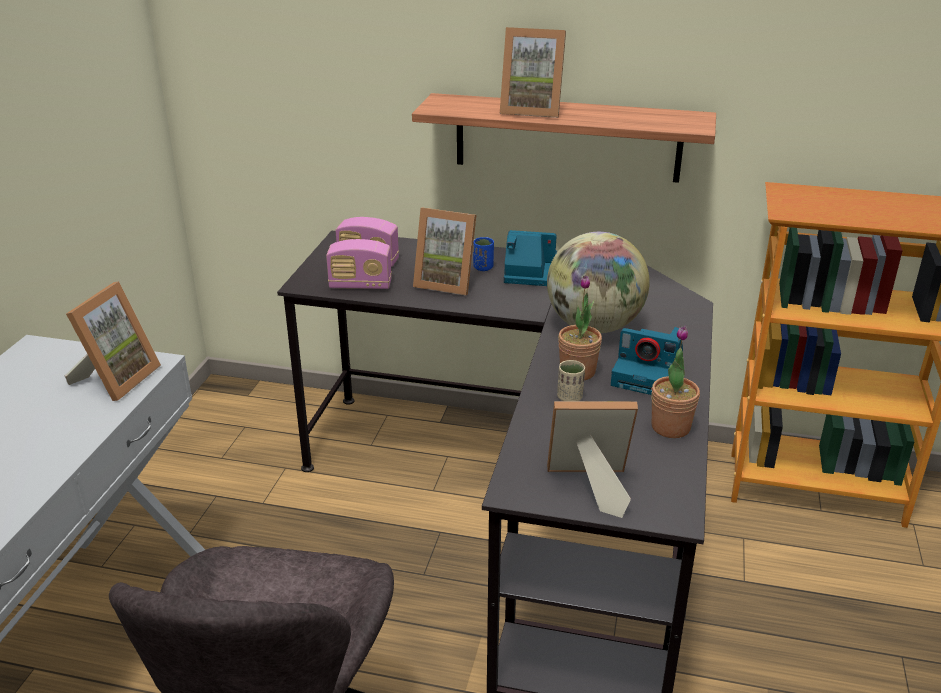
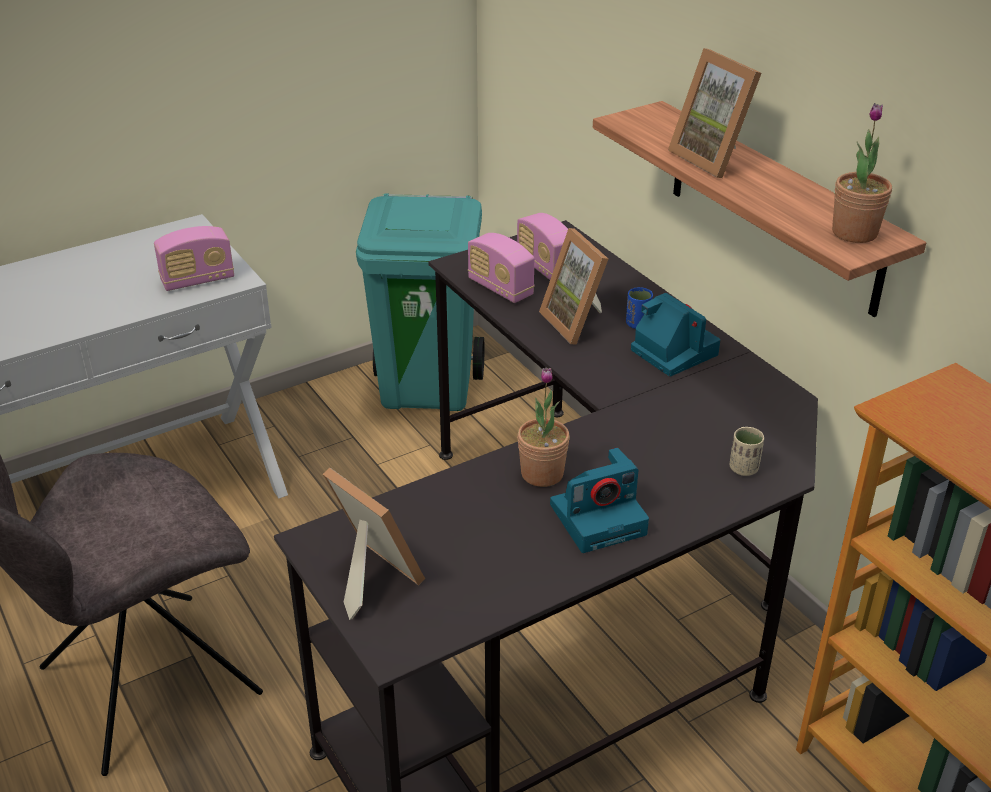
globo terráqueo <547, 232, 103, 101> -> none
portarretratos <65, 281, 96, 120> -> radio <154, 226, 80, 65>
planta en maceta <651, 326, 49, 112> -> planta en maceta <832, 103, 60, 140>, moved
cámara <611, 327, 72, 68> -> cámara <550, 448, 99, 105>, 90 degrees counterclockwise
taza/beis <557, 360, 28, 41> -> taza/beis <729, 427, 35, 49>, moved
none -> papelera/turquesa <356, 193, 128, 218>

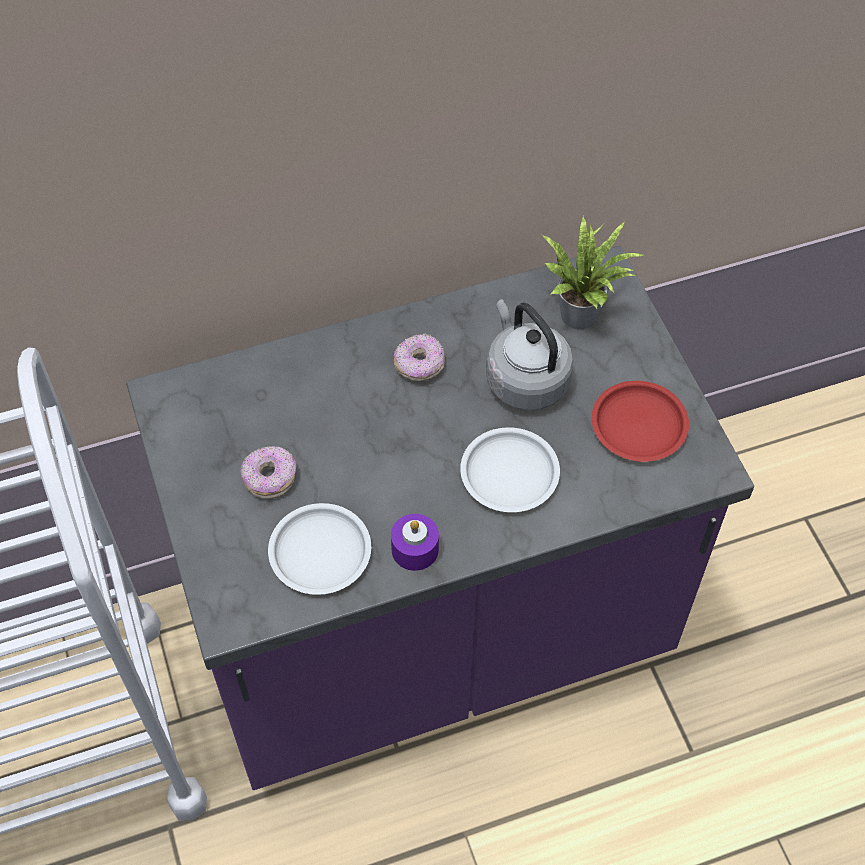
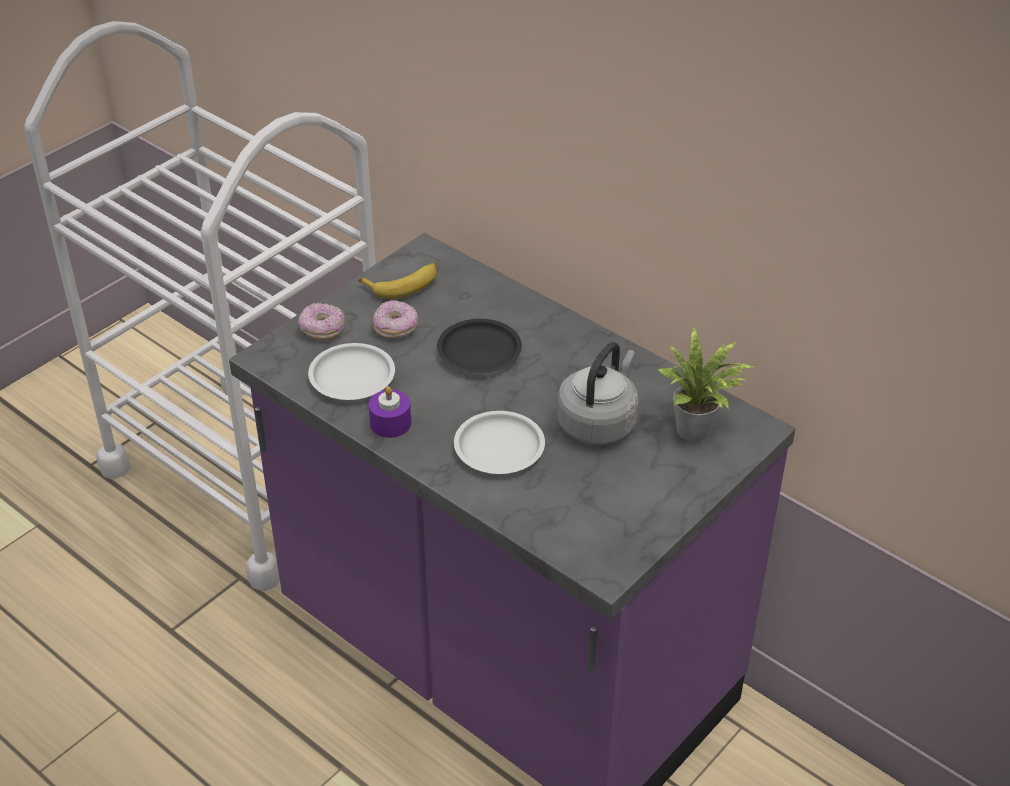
rosquilla <394, 334, 51, 47> -> rosquilla <298, 303, 47, 37>, moved
plato/rojo <591, 381, 98, 81> -> none
none -> plátano <359, 263, 78, 36>
none -> plato/negro <437, 319, 85, 54>

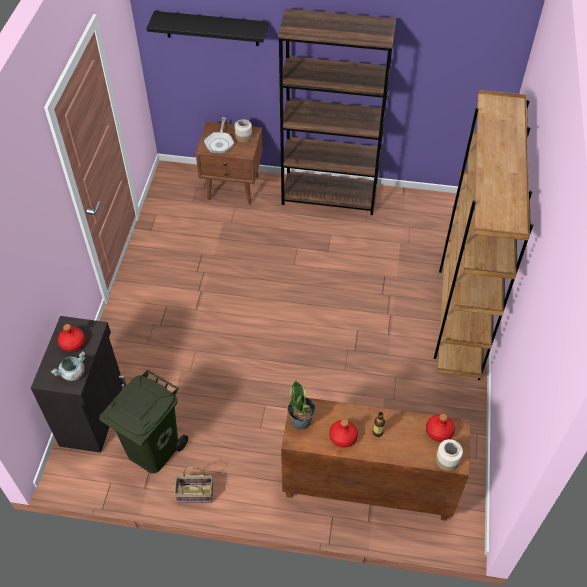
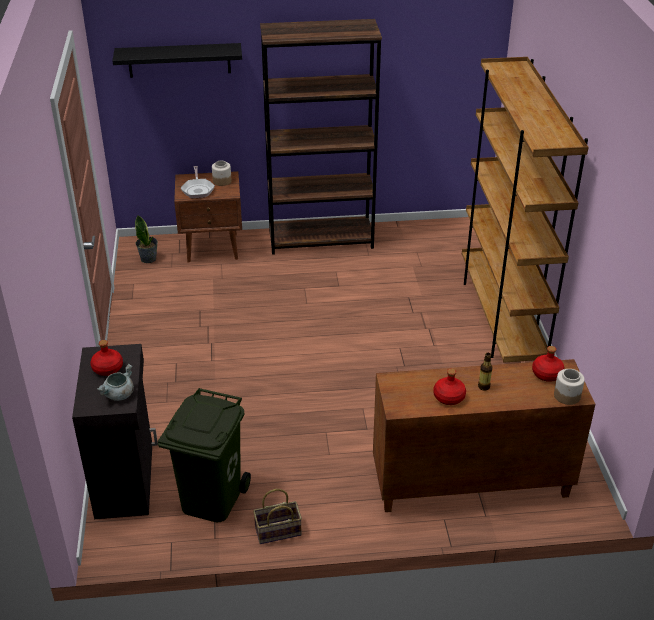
planta en maceta <287, 381, 29, 49> -> planta en maceta <135, 215, 23, 48>, moved

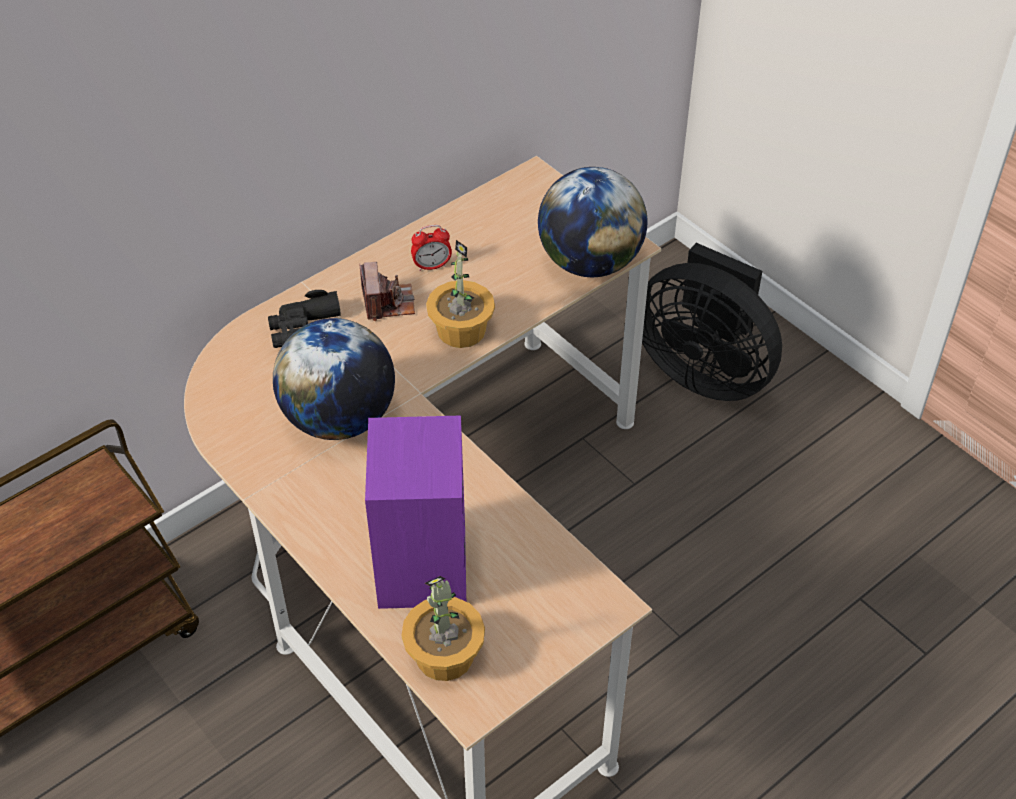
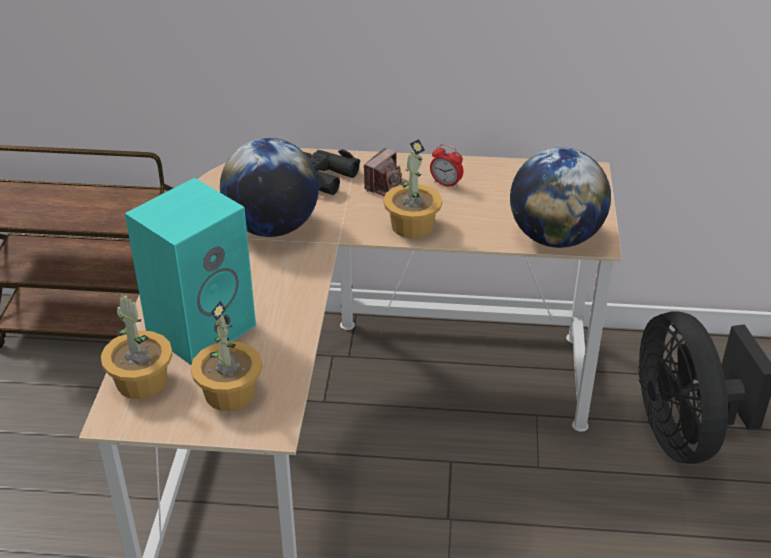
altavoz/morado <365, 415, 101, 194> -> altavoz/turquesa <125, 178, 131, 187>
none -> planta en maceta <191, 301, 72, 110>

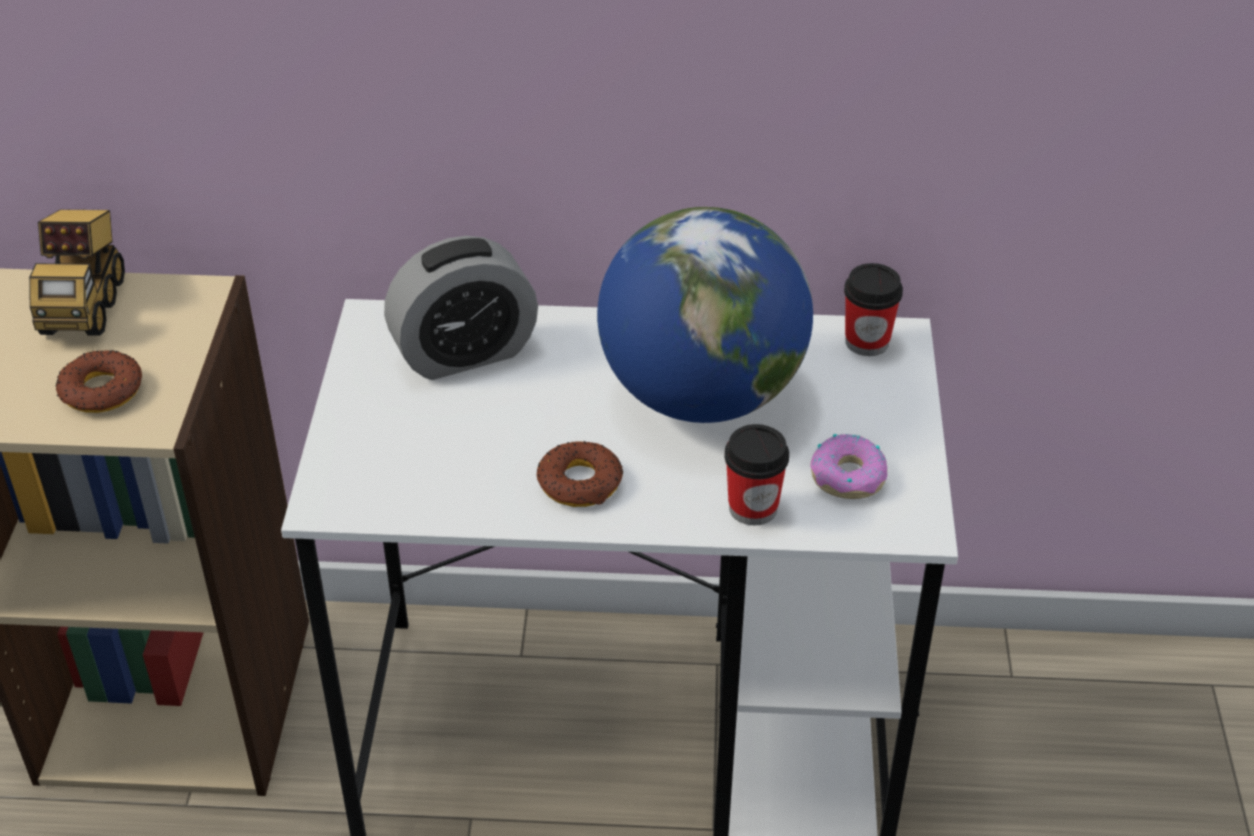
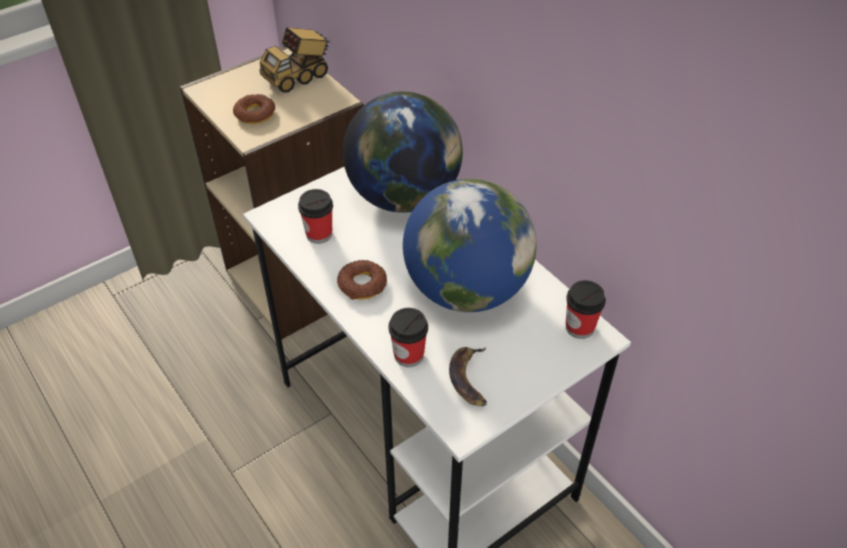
despertador <384, 236, 154, 144> -> globo terráqueo <343, 91, 120, 122>
rosquilla <810, 434, 77, 65> -> plátano <449, 347, 38, 59>
none -> taza <298, 189, 35, 55>

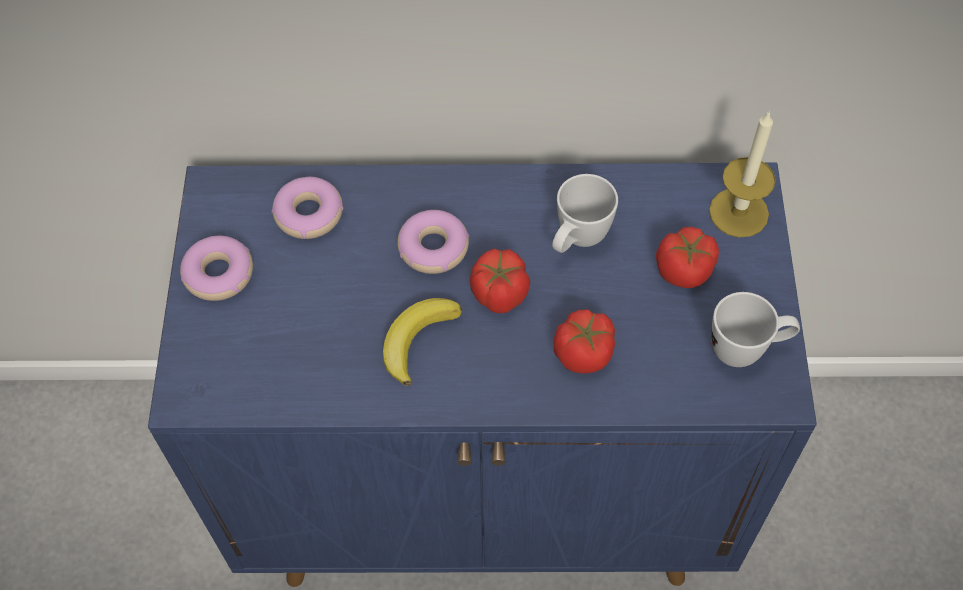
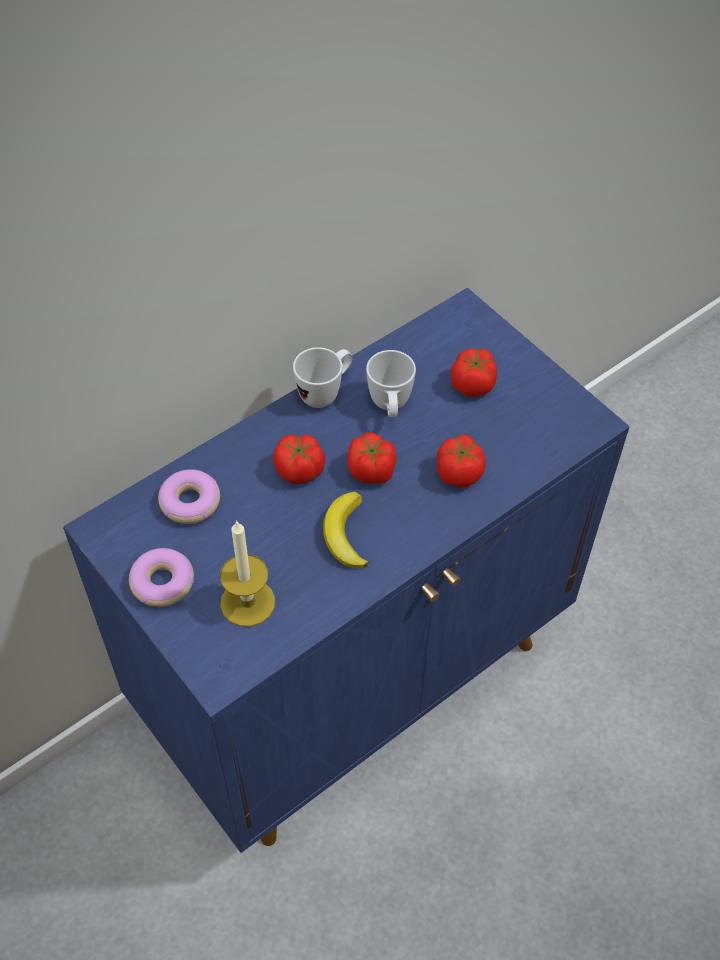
vela <709, 110, 67, 127> -> vela <220, 520, 55, 107>, moved
rosquilla <397, 210, 72, 64> -> tomate <273, 435, 52, 49>
taza grande/blanco <711, 292, 89, 75> -> taza grande/blanco <293, 347, 60, 61>, moved

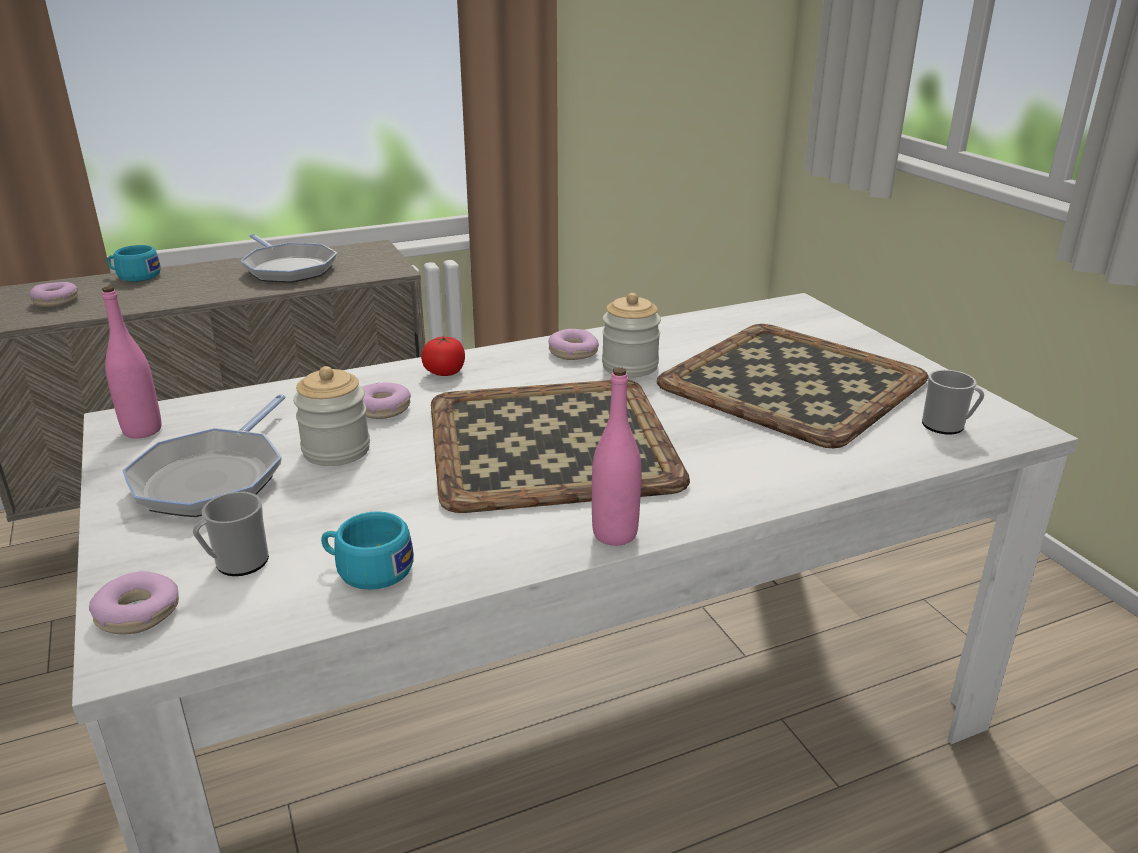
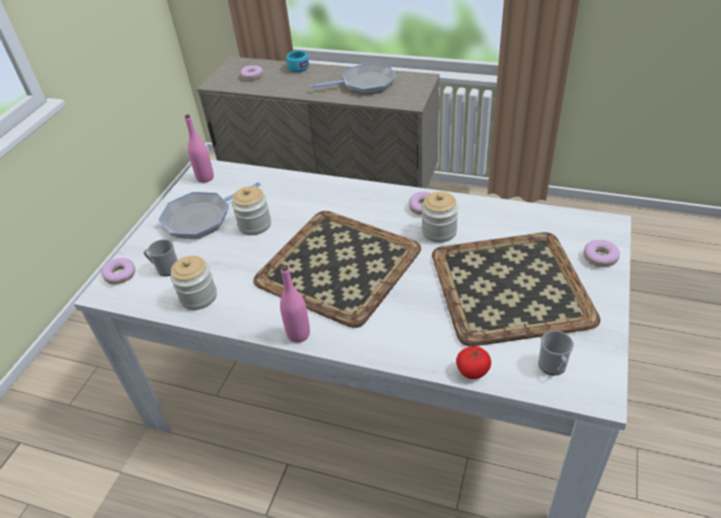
sartén <240, 234, 97, 49> -> sartén <311, 63, 85, 31>, 105 degrees counterclockwise
tomate <421, 336, 44, 40> -> tomate <456, 346, 35, 33>, moved
rosquilla <362, 383, 49, 36> -> rosquilla <583, 240, 37, 27>, moved
taza/turquesa <321, 511, 93, 79> -> tarro <170, 256, 47, 54>

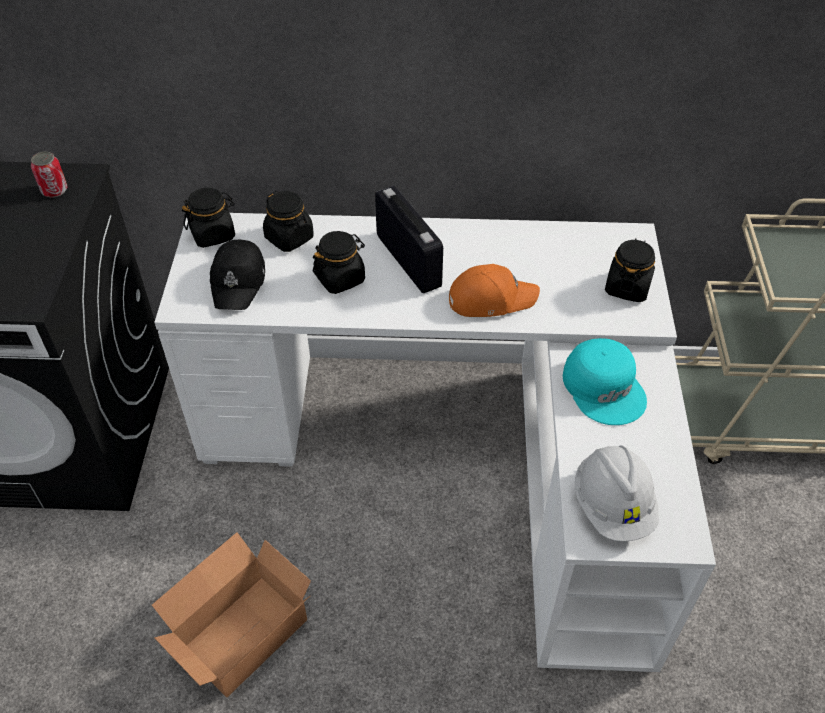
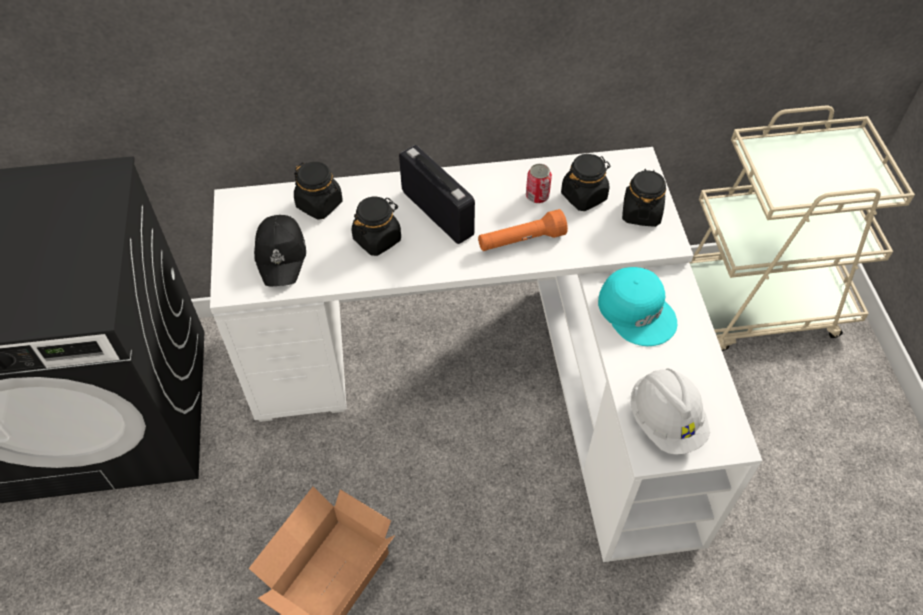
lata <31, 152, 36, 46> -> lata <526, 164, 26, 39>, moved
tarro/negro <182, 188, 53, 60> -> tarro/negro <561, 154, 49, 57>, moved
gorra/naranja <449, 264, 91, 53> -> linterna/naranja <478, 209, 90, 42>

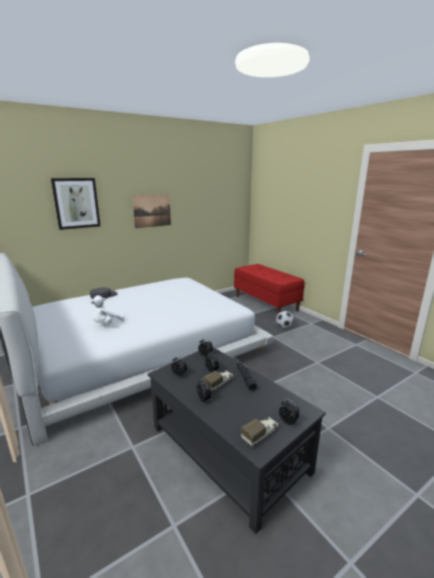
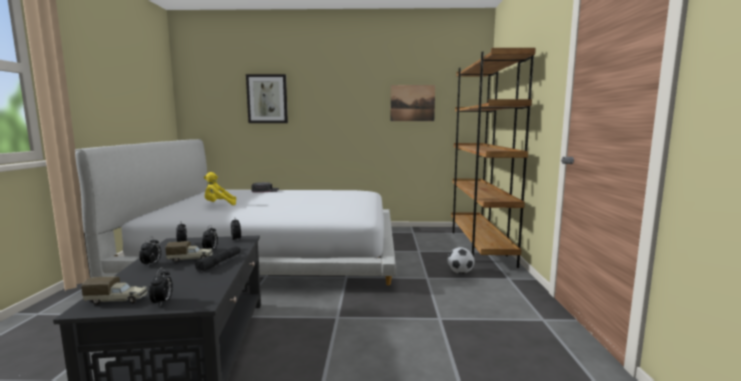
cuadro <132, 194, 39, 34> -> cuadro <390, 85, 45, 36>, moved
banco/rojo <234, 264, 70, 51> -> estantería/marrón <451, 48, 85, 220>
peluche/blanco <91, 295, 34, 29> -> peluche/amarillo <204, 172, 32, 33>

